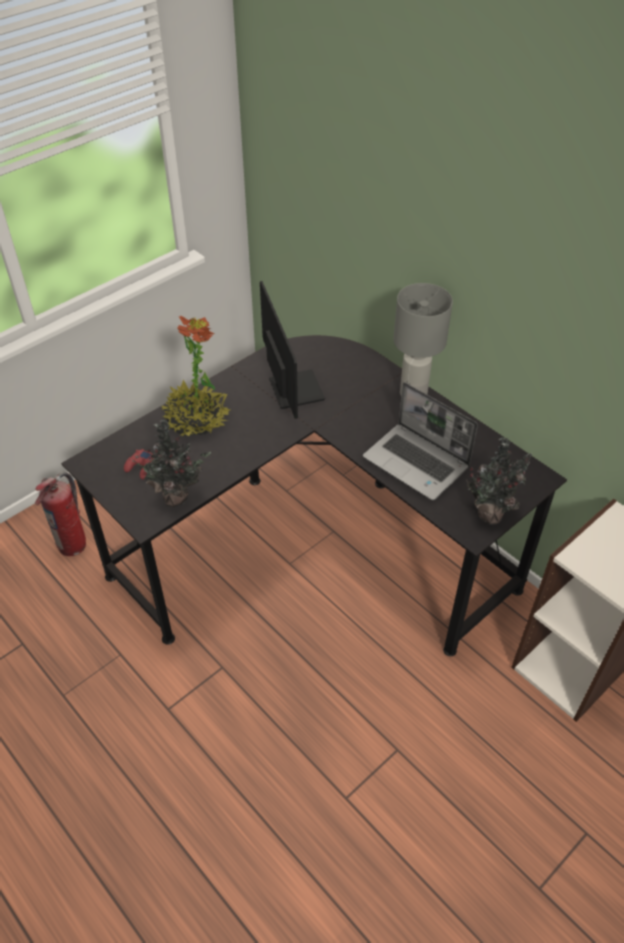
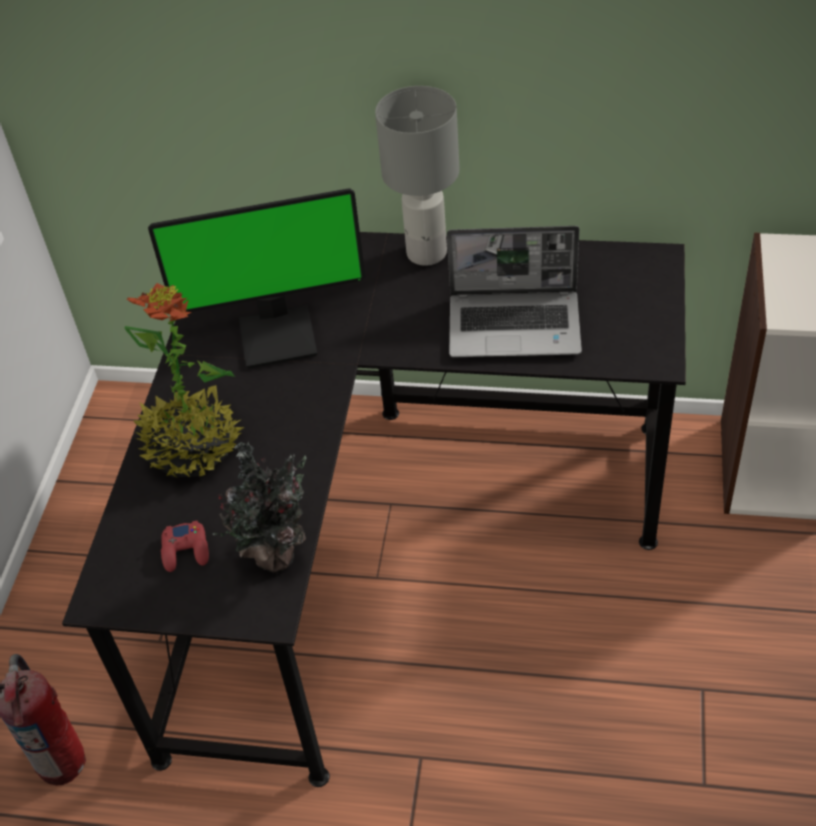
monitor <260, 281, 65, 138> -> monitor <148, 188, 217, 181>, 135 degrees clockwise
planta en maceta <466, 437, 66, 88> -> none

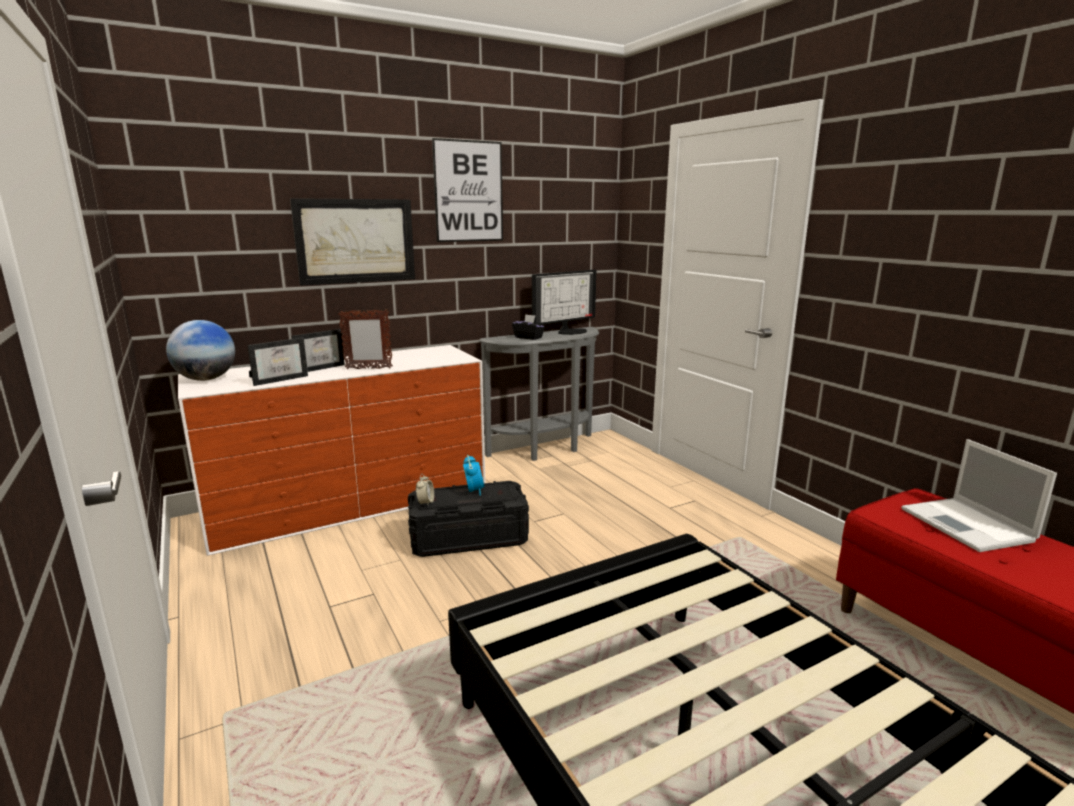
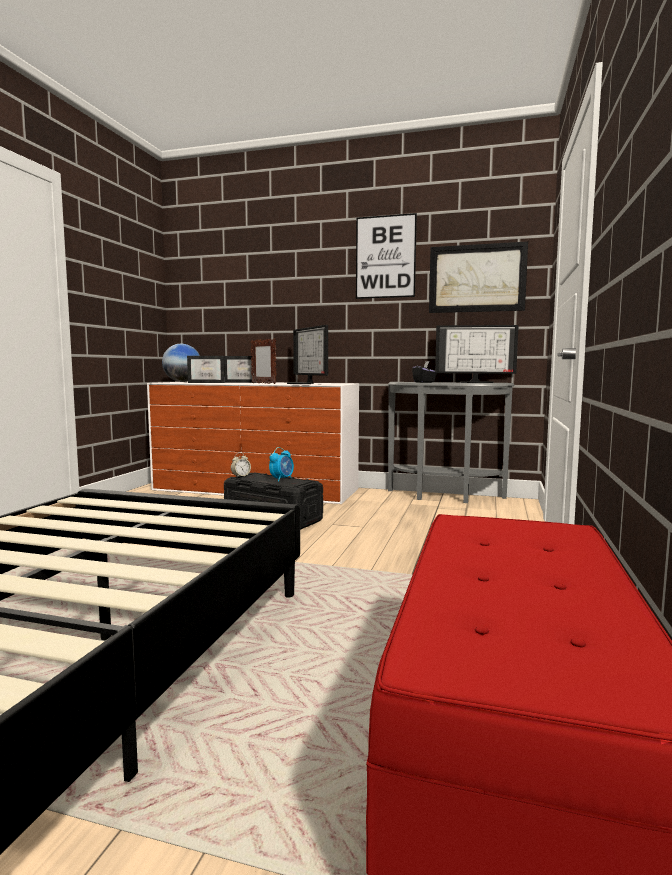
cuadro <290, 198, 125, 87> -> cuadro <429, 241, 99, 72>, moved
portátil <901, 439, 156, 113> -> none
none -> monitor <287, 325, 41, 59>

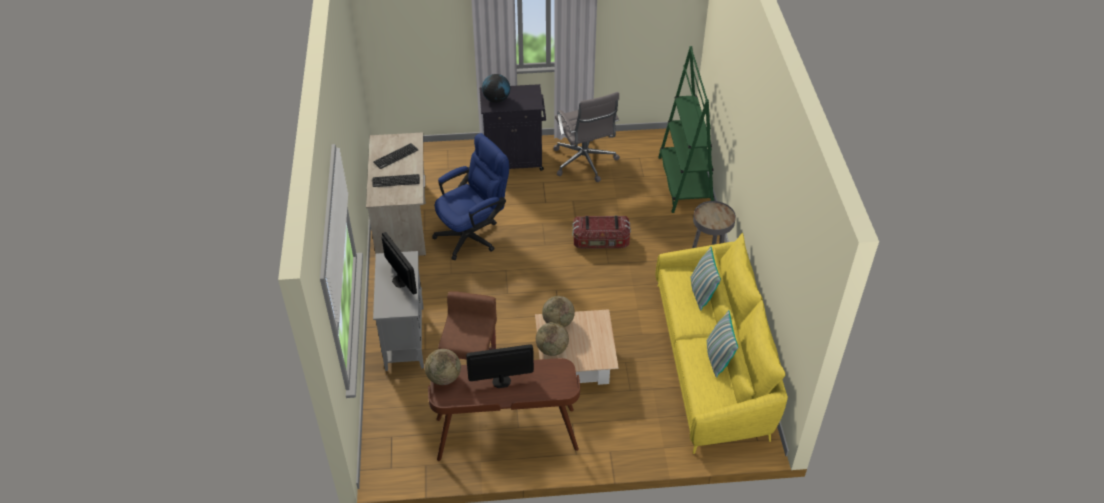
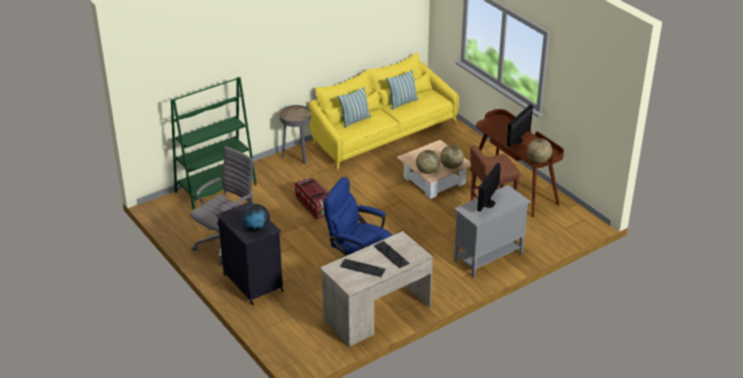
monitor <466, 344, 68, 44> -> monitor <507, 104, 26, 43>, 105 degrees counterclockwise

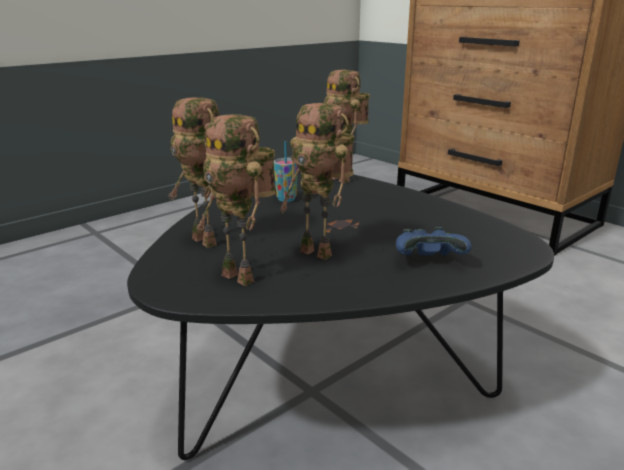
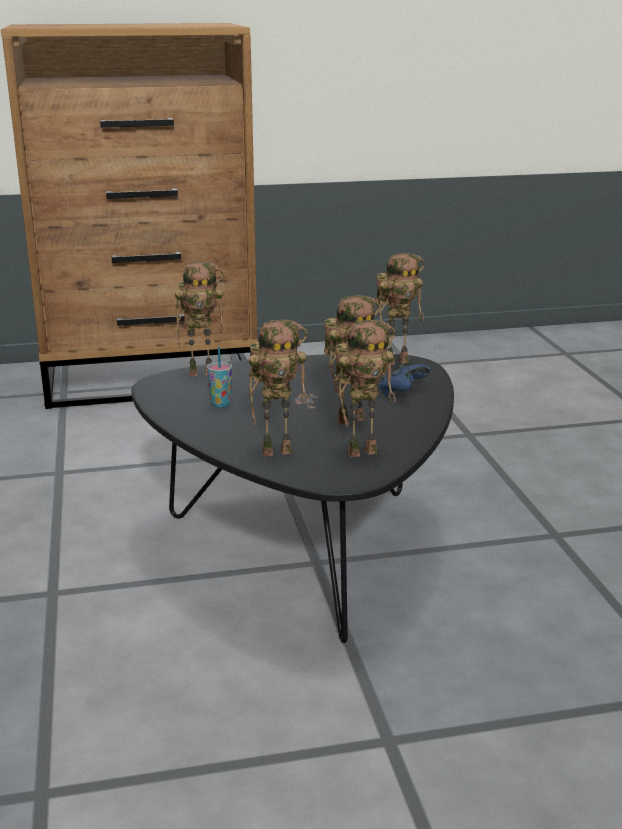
none -> robot de juguete <376, 253, 49, 112>

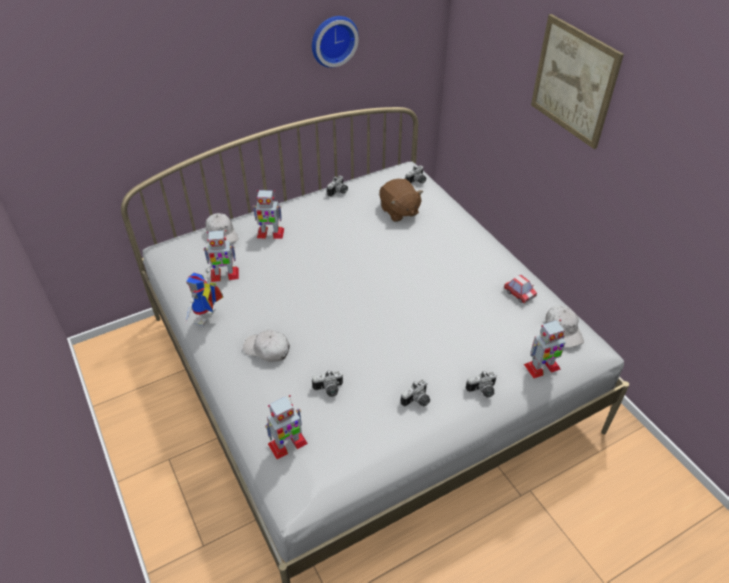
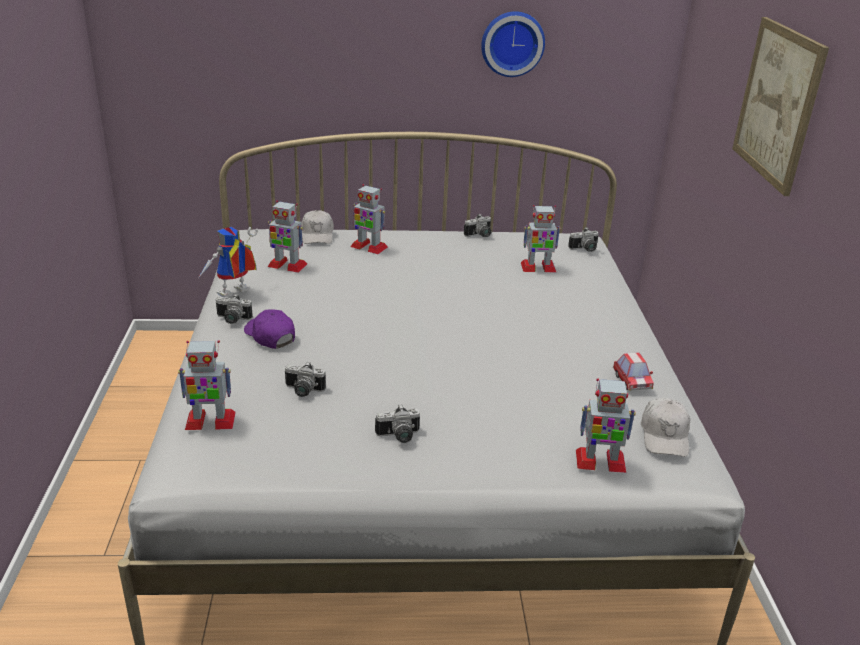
peluche/marrón <379, 179, 44, 43> -> robot de juguete <521, 205, 40, 67>
gorra/blanco <243, 329, 47, 33> -> gorra/morado <244, 309, 51, 40>
cámara <466, 371, 31, 27> -> cámara <216, 294, 37, 30>, moved

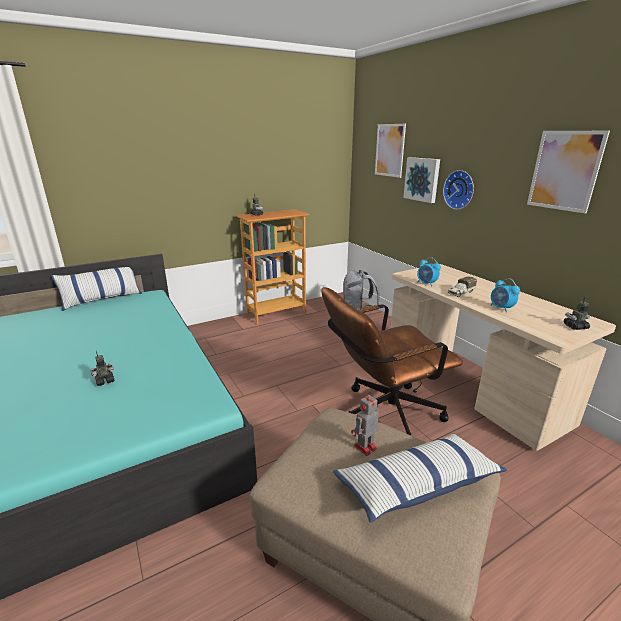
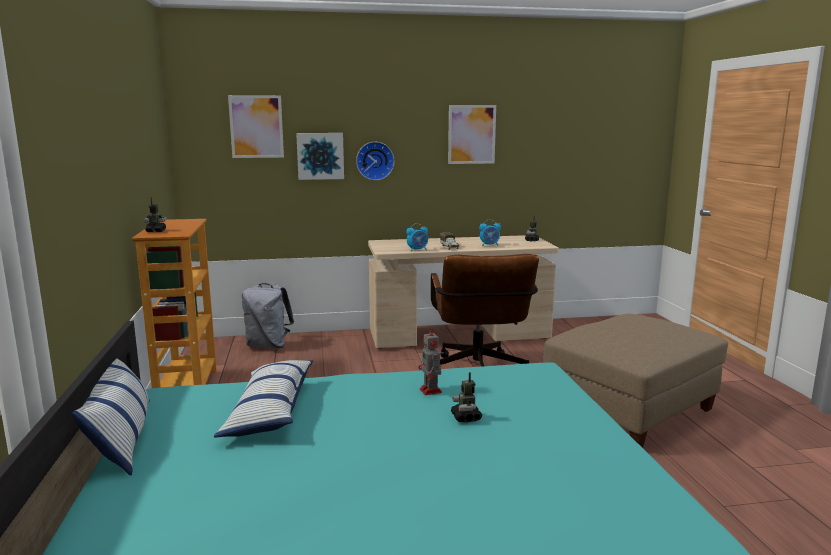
robot de juguete <351, 392, 28, 64> -> robot de juguete <419, 327, 23, 68>, moved
cojín <333, 433, 174, 90> -> cojín <214, 360, 99, 77>, moved

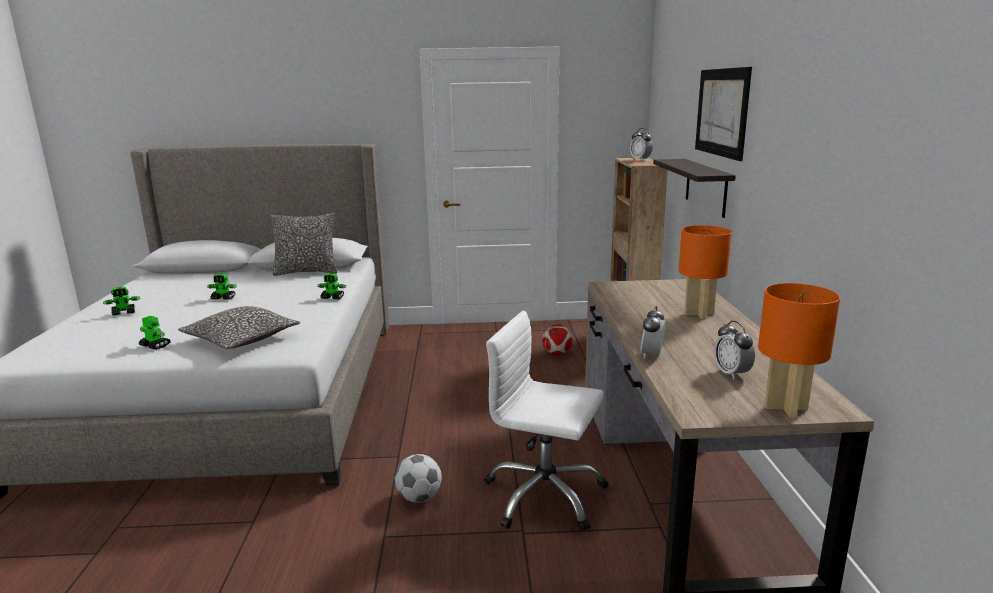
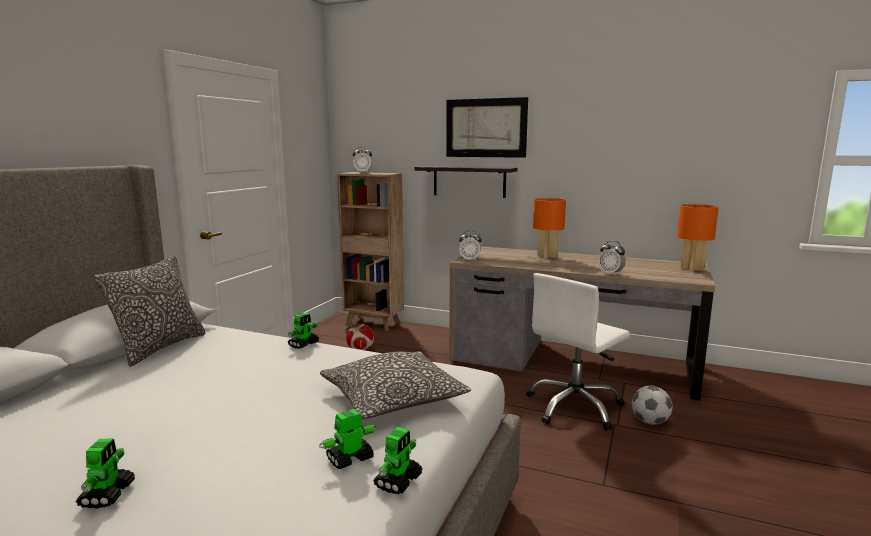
robot de juguete <207, 274, 30, 26> -> robot de juguete <373, 427, 50, 67>, moved
despertador <714, 321, 41, 59> -> despertador <459, 230, 23, 31>, moved
balón de fútbol <395, 454, 47, 49> -> balón de fútbol <632, 386, 41, 39>, moved

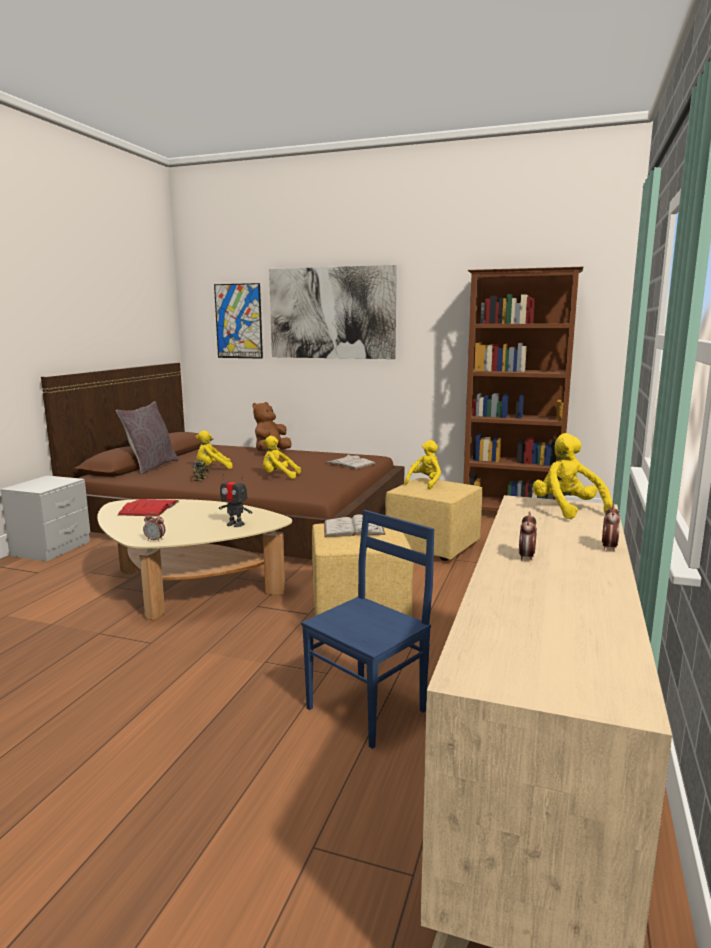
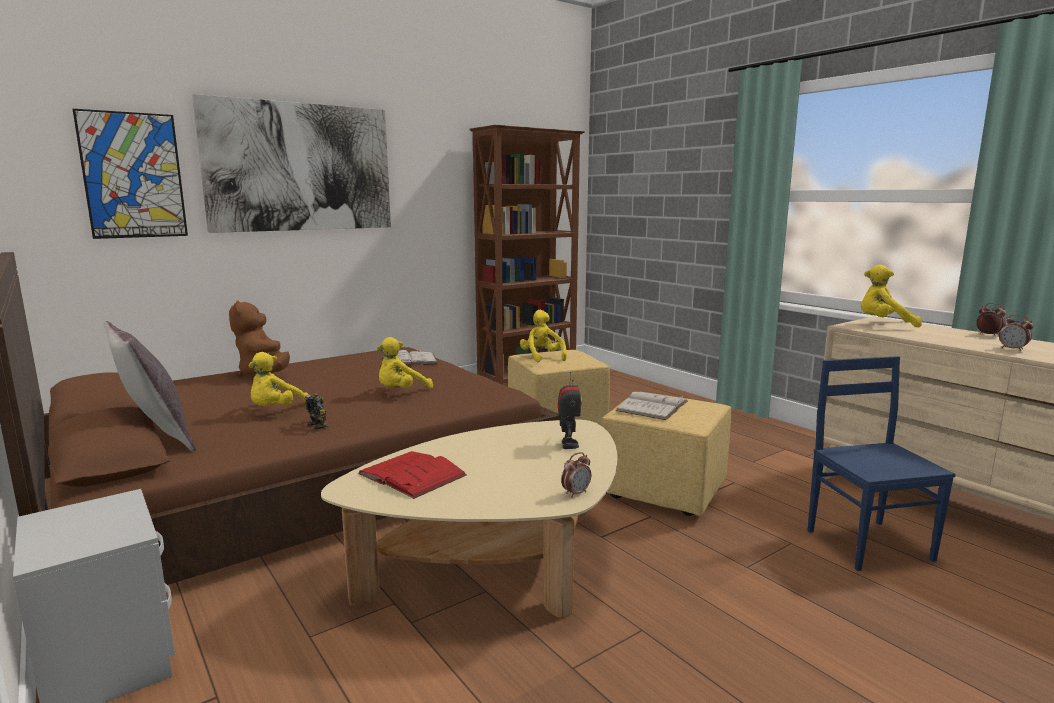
robot de juguete <219, 471, 33, 56> -> robot de juguete <558, 372, 24, 77>, 60 degrees counterclockwise

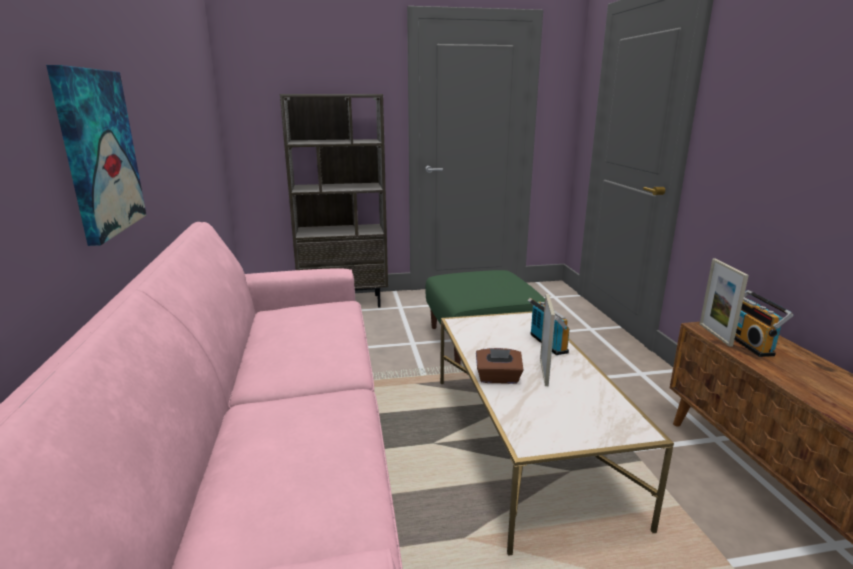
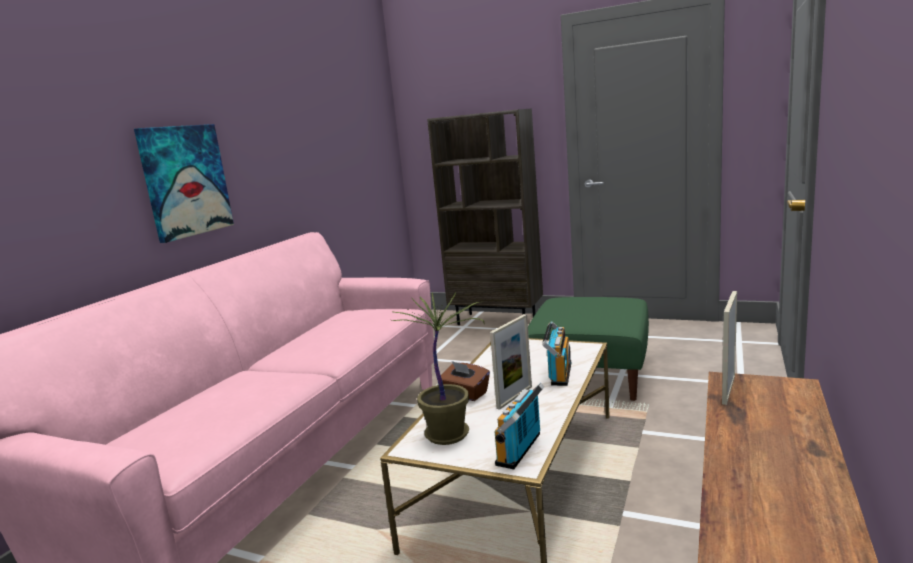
radio <734, 290, 59, 67> -> radio <494, 383, 51, 87>, moved
none -> planta en maceta <391, 292, 93, 153>

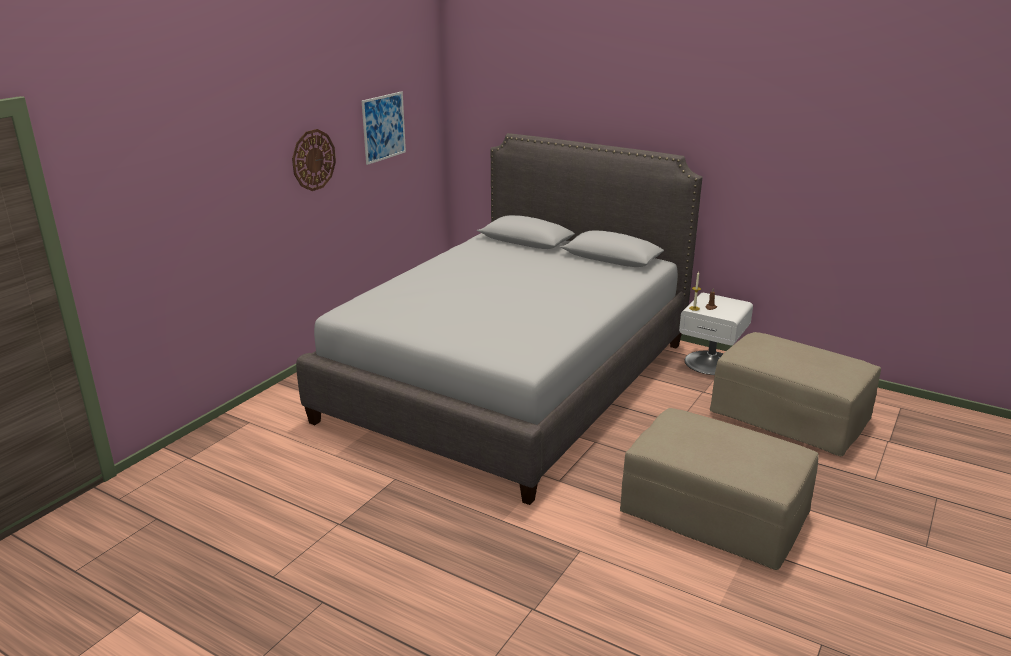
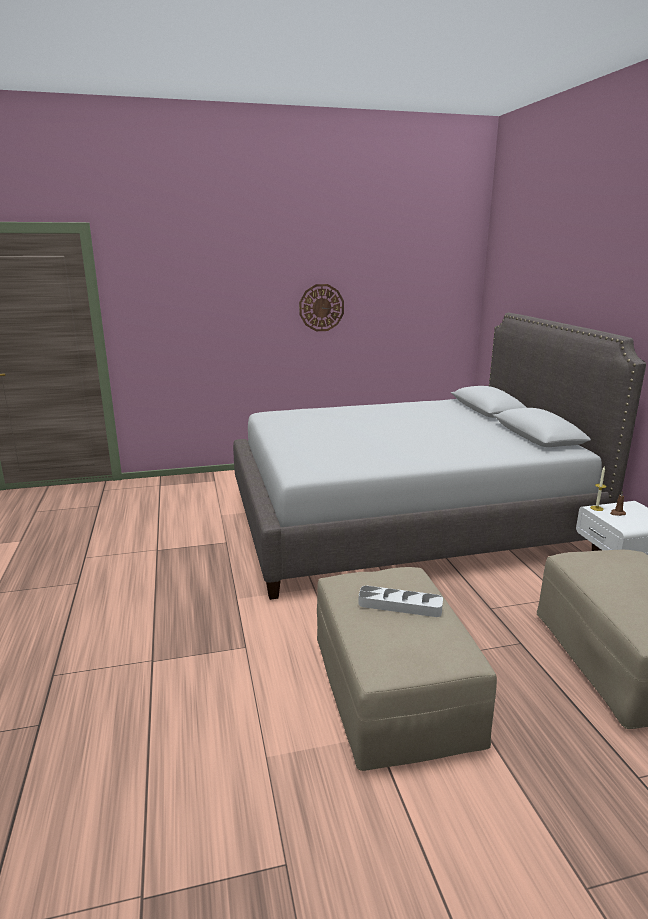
cuadro <362, 91, 44, 74> -> none
none -> bandeja/gris <358, 586, 85, 31>

